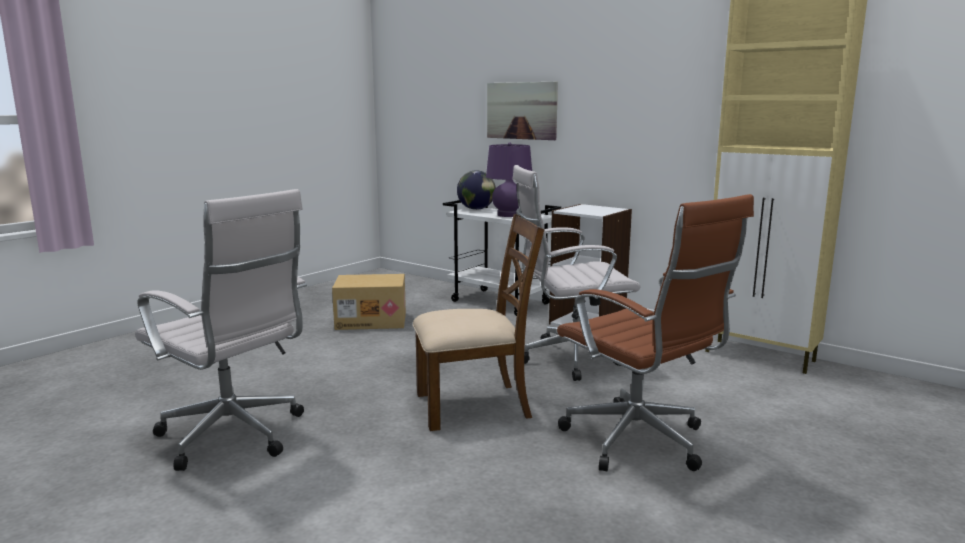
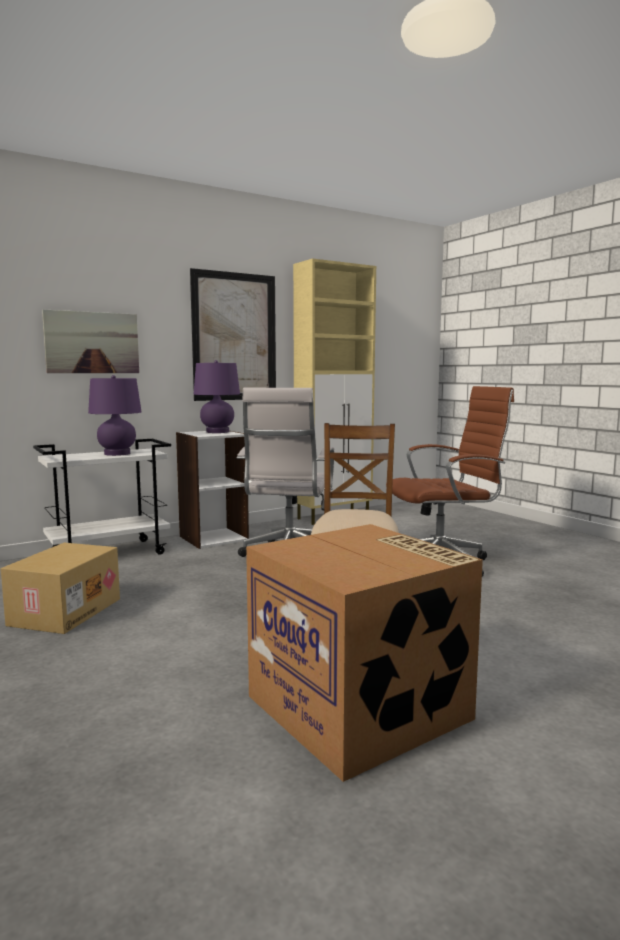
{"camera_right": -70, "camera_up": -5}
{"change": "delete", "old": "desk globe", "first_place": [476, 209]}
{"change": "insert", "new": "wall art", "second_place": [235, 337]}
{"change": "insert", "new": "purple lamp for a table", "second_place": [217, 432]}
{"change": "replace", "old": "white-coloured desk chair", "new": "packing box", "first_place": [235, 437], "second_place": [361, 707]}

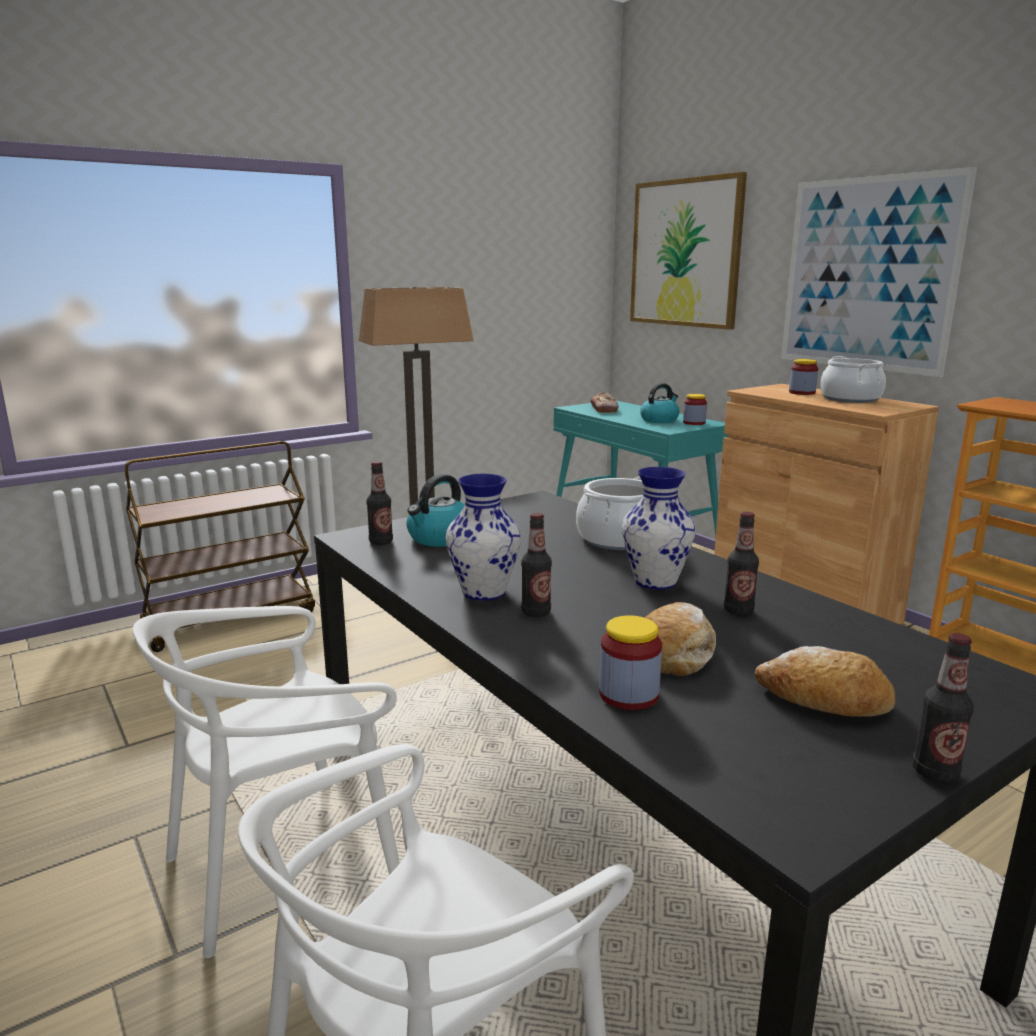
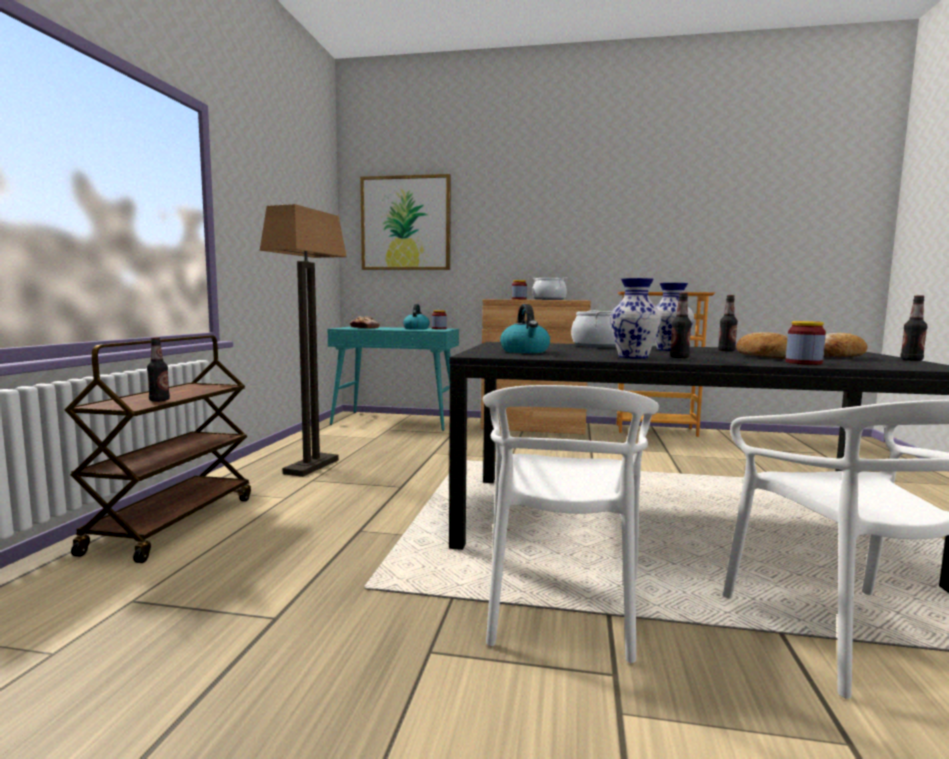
{"camera_right": -45, "camera_up": -10}
{"change": "delete", "old": "wall art", "first_place": [867, 274]}
{"change": "move", "old": "drink bottle", "first_place": [381, 542], "second_place": [159, 400]}

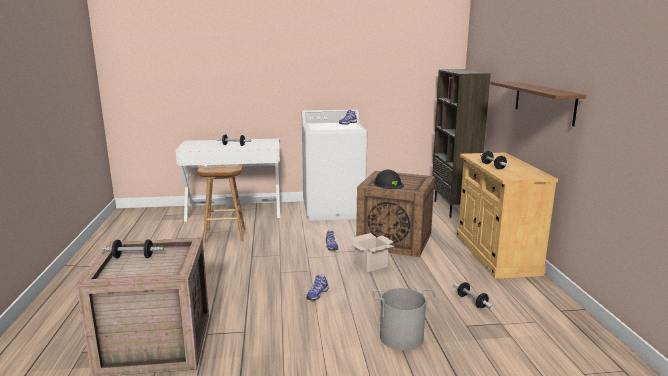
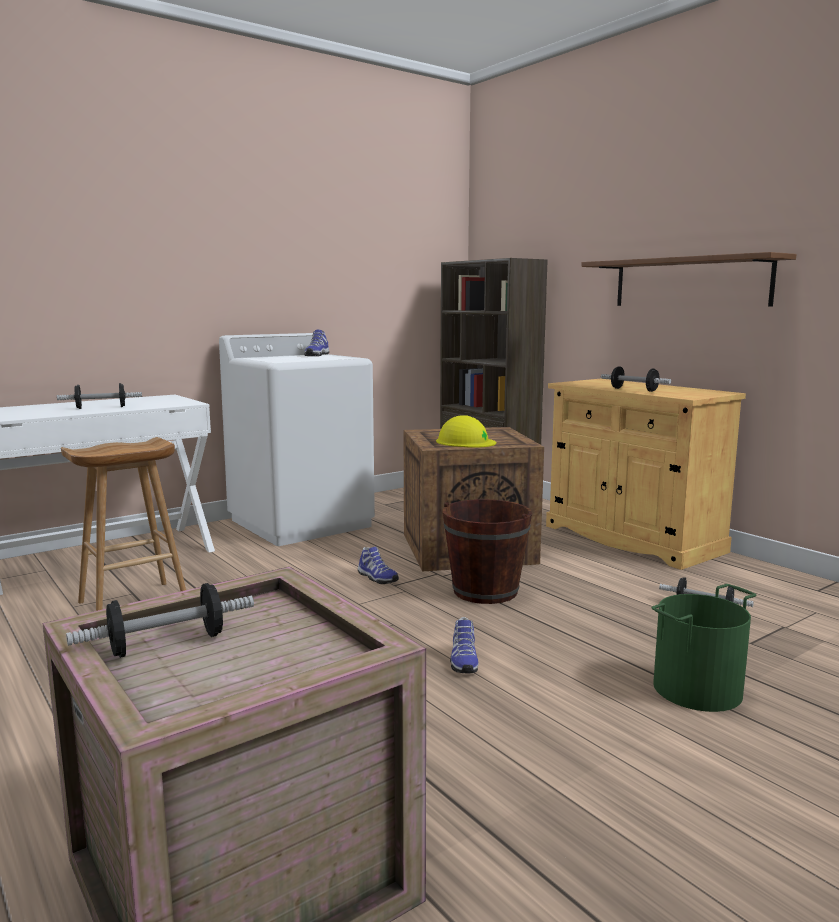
{"camera_right": -30, "camera_up": -5}
{"change": "replace", "old": "packing box", "new": "brown bucket", "first_place": [371, 265], "second_place": [485, 591]}
{"change": "recolor", "old": "gray bucket", "new": "green-coloured bucket", "first_place": [401, 337], "second_place": [698, 689]}
{"change": "recolor", "old": "black-coloured hard hat", "new": "yellow-coloured hard hat", "first_place": [388, 184], "second_place": [465, 442]}

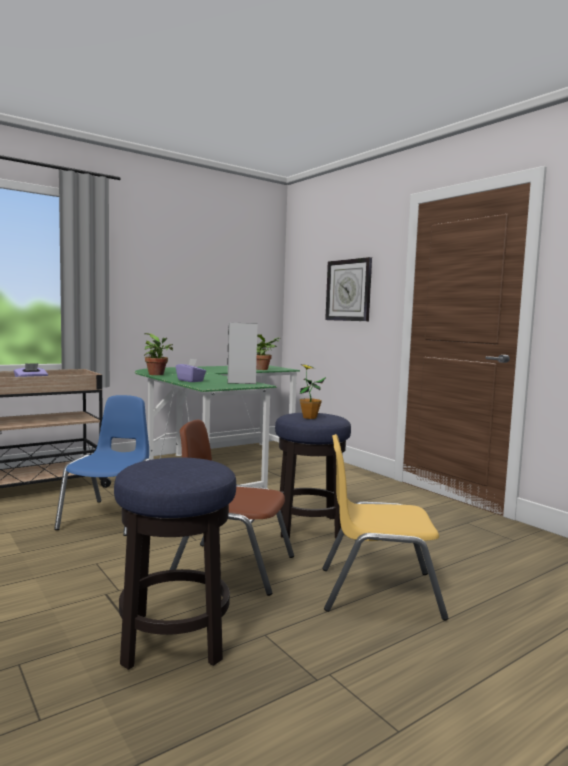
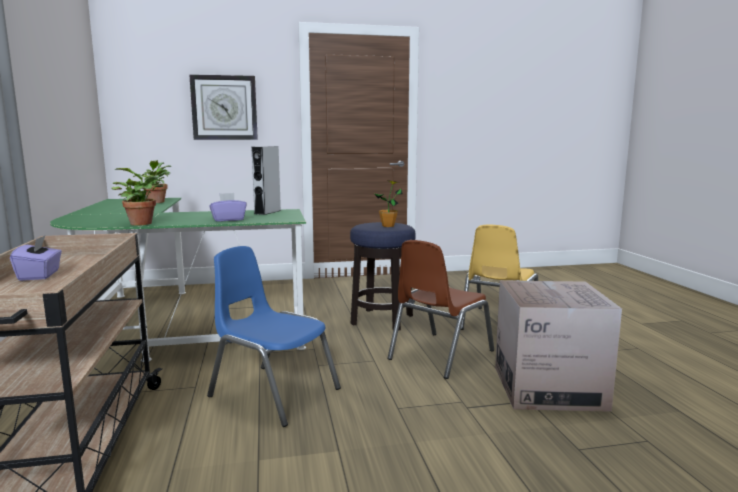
{"camera_right": -65, "camera_up": 5}
{"change": "replace", "old": "stool", "new": "packing box", "first_place": [174, 639], "second_place": [548, 387]}

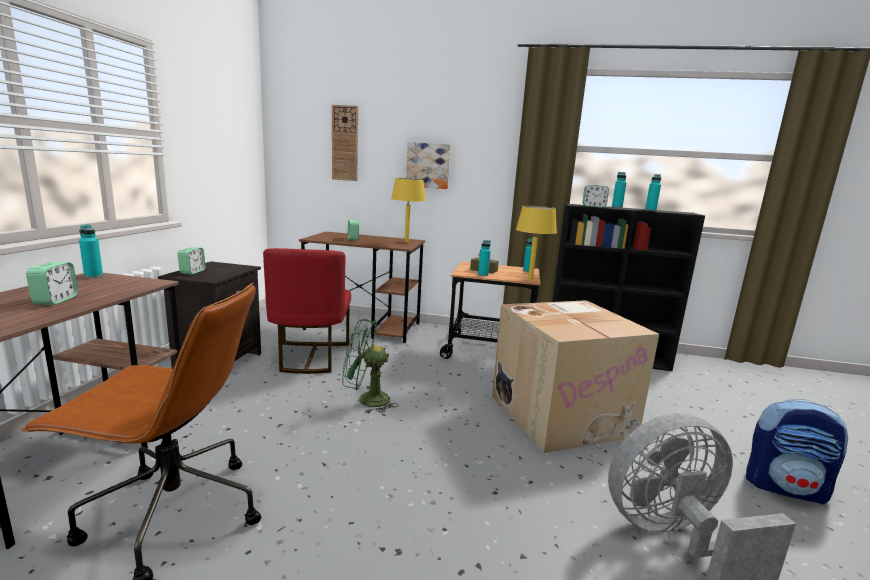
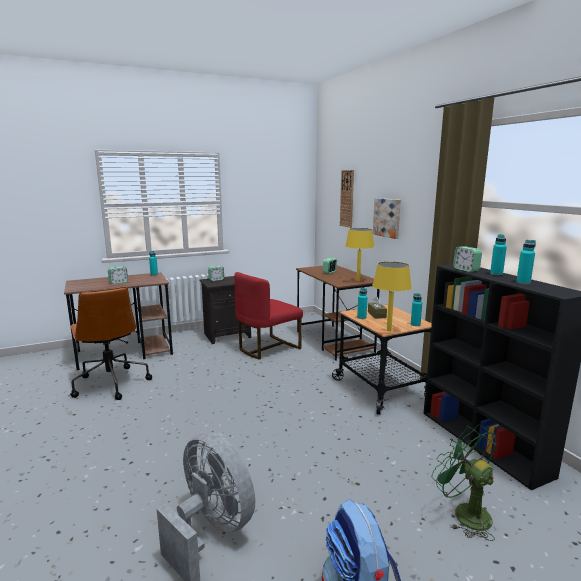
{"camera_right": 55, "camera_up": 0}
{"change": "delete", "old": "packing box", "first_place": [561, 414]}
{"change": "move", "old": "green-coloured cooling fan", "first_place": [366, 400], "second_place": [464, 512]}

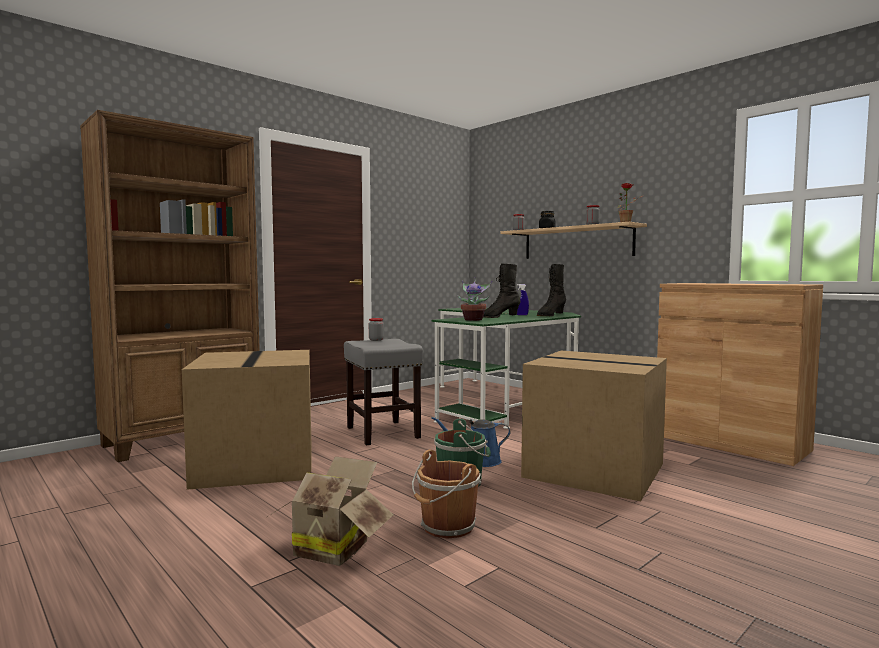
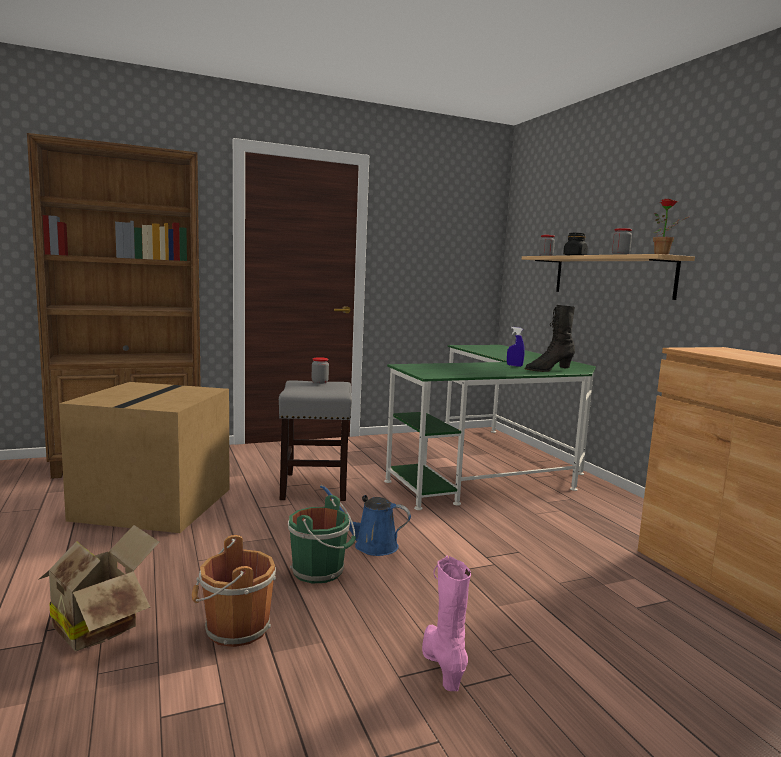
{"camera_right": 20, "camera_up": 5}
{"change": "delete", "old": "plant in a pot", "first_place": [474, 320]}
{"change": "delete", "old": "black-coloured high-top boot", "first_place": [498, 317]}
{"change": "delete", "old": "packing box", "first_place": [596, 470]}
{"change": "insert", "new": "pink high-top boot", "second_place": [442, 665]}

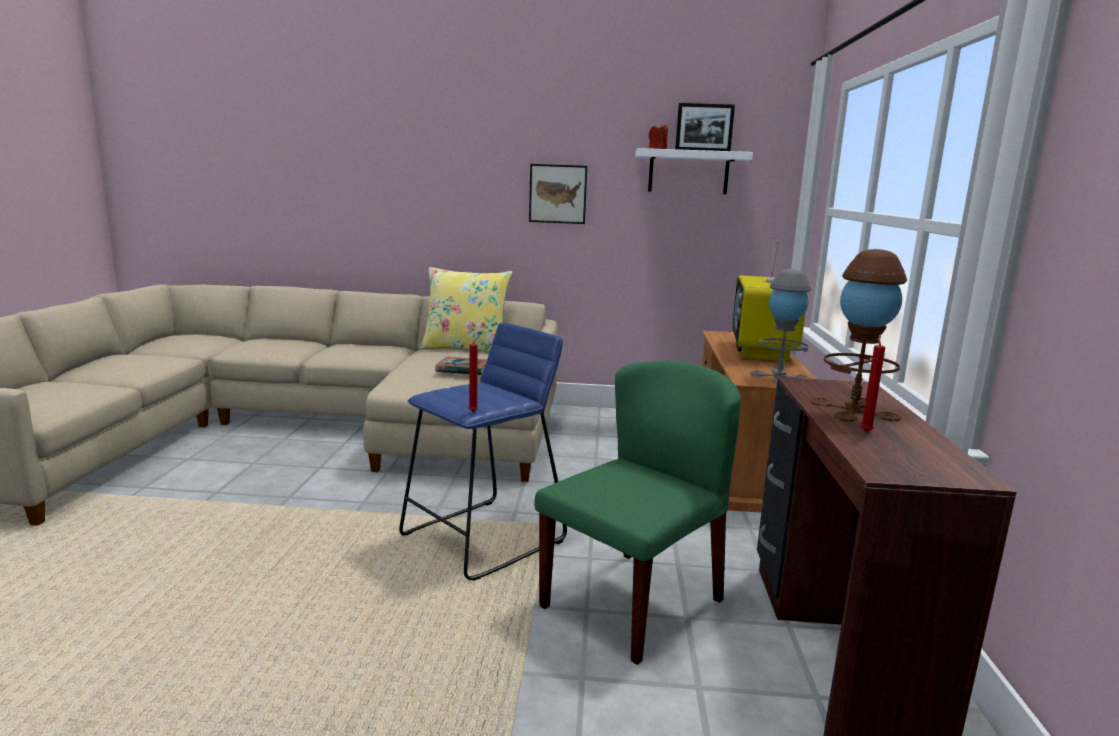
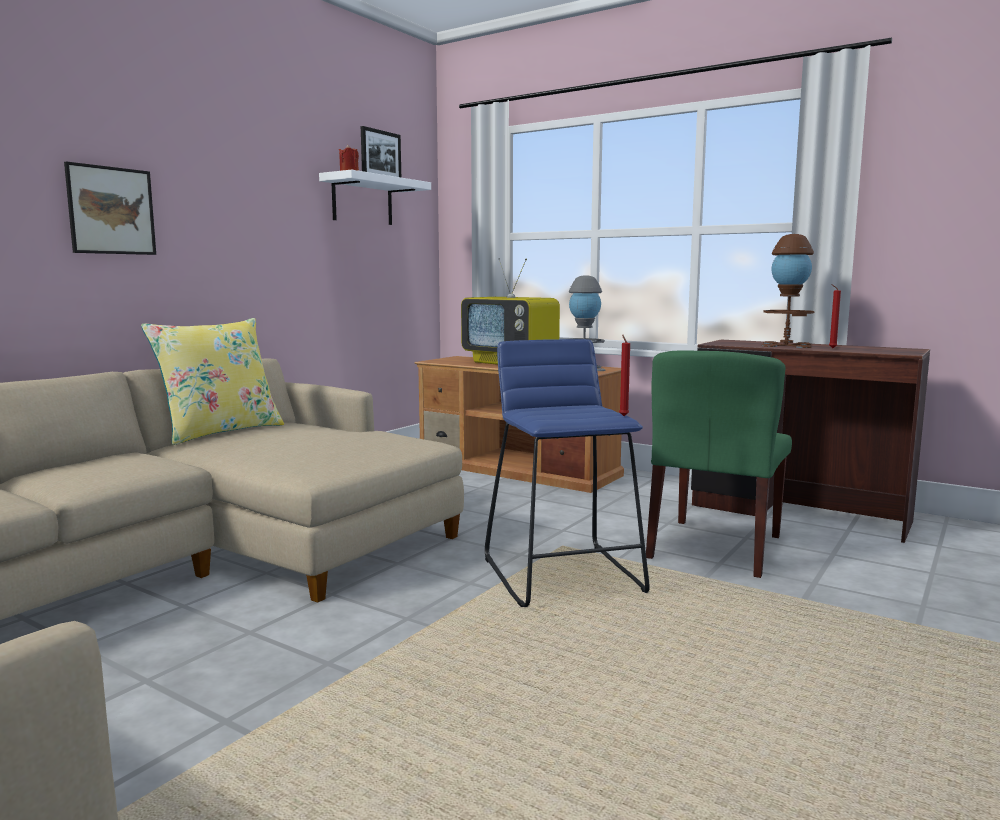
{"camera_right": -60, "camera_up": -5}
{"change": "delete", "old": "book", "first_place": [463, 370]}
{"change": "move", "old": "wall art", "first_place": [557, 194], "second_place": [111, 210]}
{"change": "rotate", "old": "green-coloured plain chair", "first_place": [632, 601], "second_place": [716, 547], "degrees": -135}

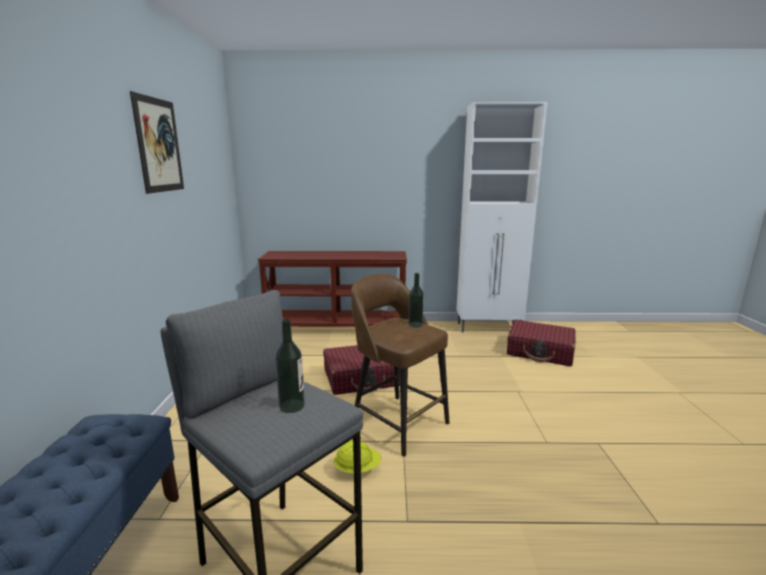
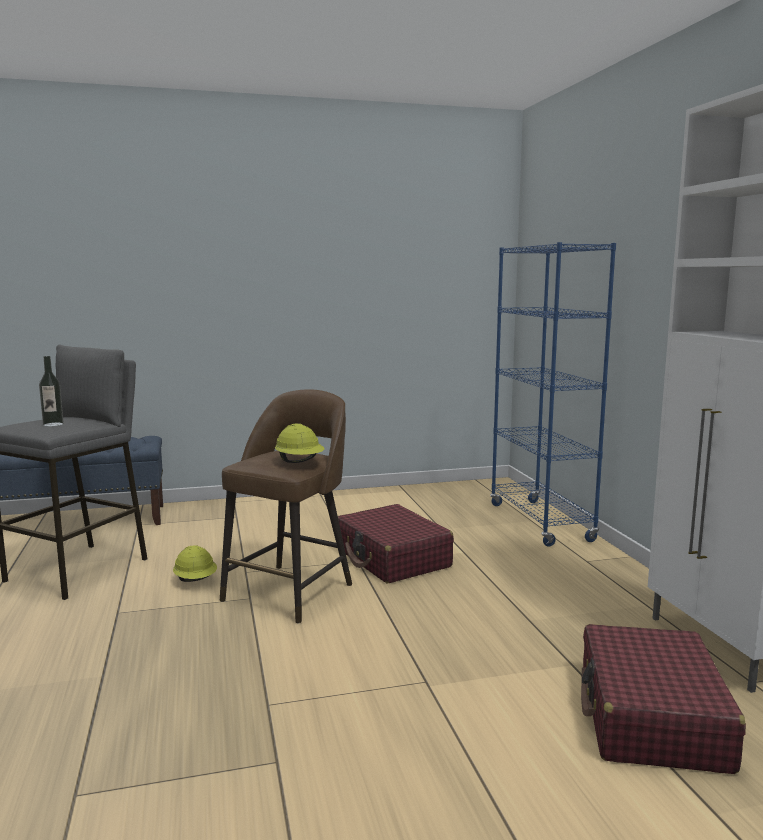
{"camera_right": 75, "camera_up": -5}
{"change": "delete", "old": "wall art", "first_place": [159, 145]}
{"change": "replace", "old": "brown console table", "new": "bluish bookcase", "first_place": [337, 328], "second_place": [540, 522]}
{"change": "replace", "old": "drink bottle", "new": "yellow-coloured hard hat", "first_place": [415, 324], "second_place": [300, 462]}

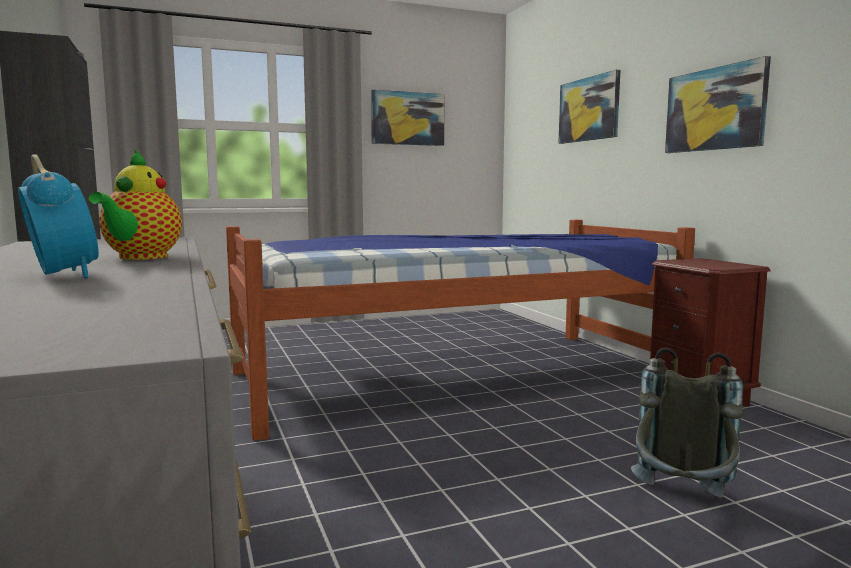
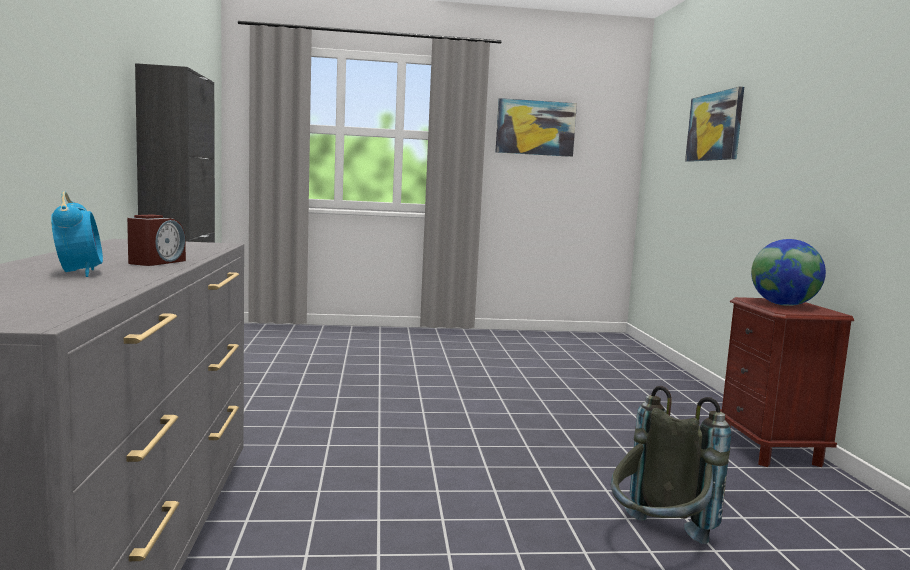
{"camera_right": 15, "camera_up": 0}
{"change": "delete", "old": "sleeping bed", "first_place": [453, 375]}
{"change": "delete", "old": "wall art", "first_place": [715, 109]}
{"change": "insert", "new": "desk globe", "second_place": [783, 305]}
{"change": "replace", "old": "teapot", "new": "table clock", "first_place": [140, 258], "second_place": [156, 262]}

